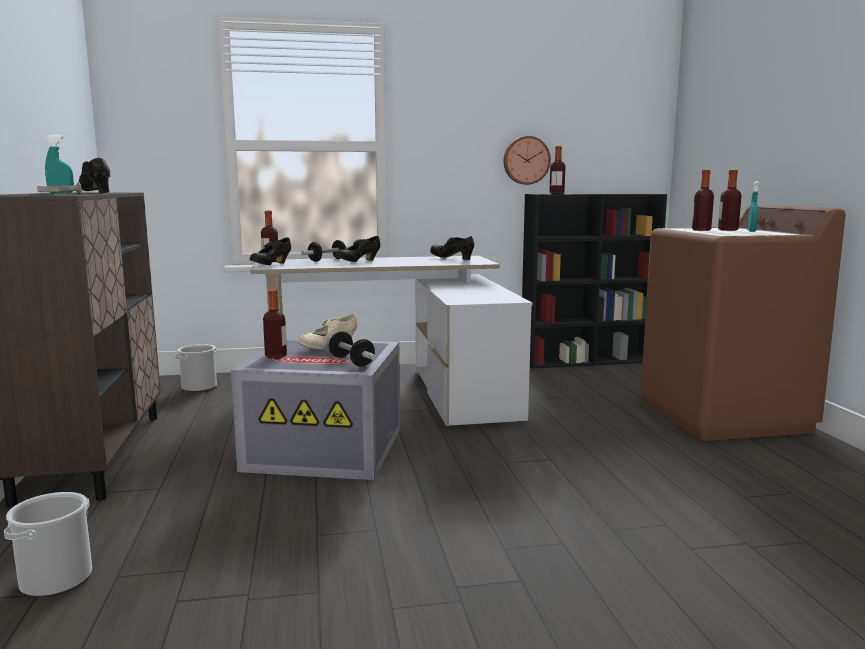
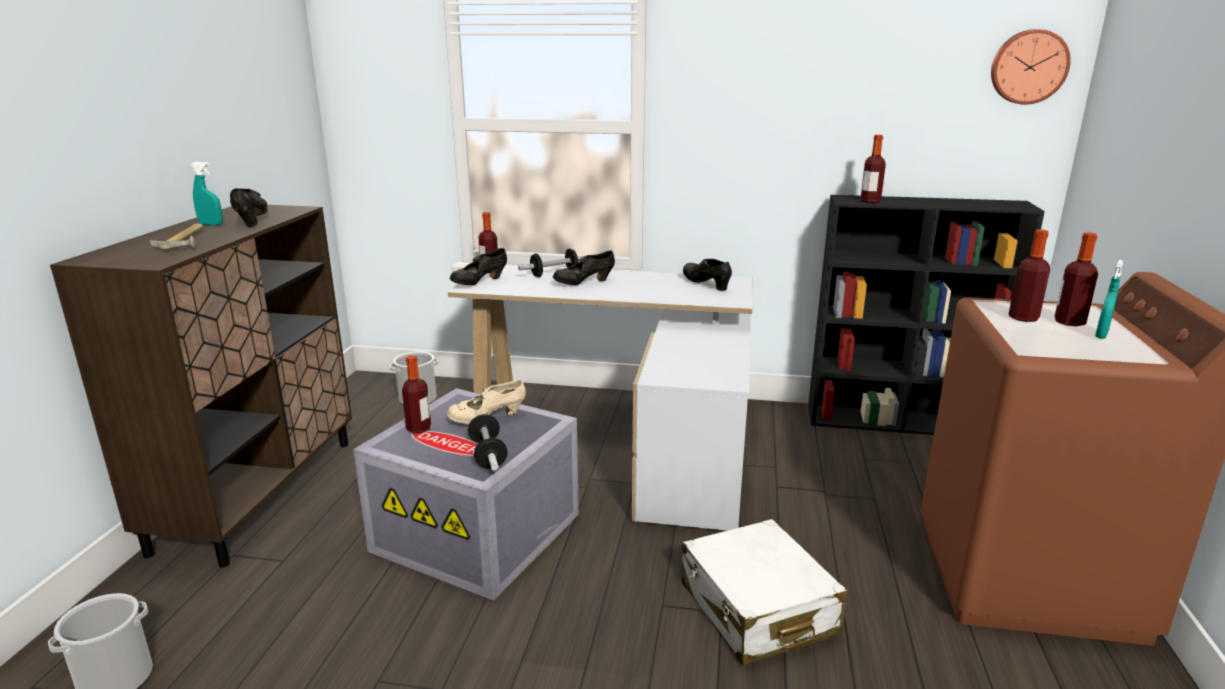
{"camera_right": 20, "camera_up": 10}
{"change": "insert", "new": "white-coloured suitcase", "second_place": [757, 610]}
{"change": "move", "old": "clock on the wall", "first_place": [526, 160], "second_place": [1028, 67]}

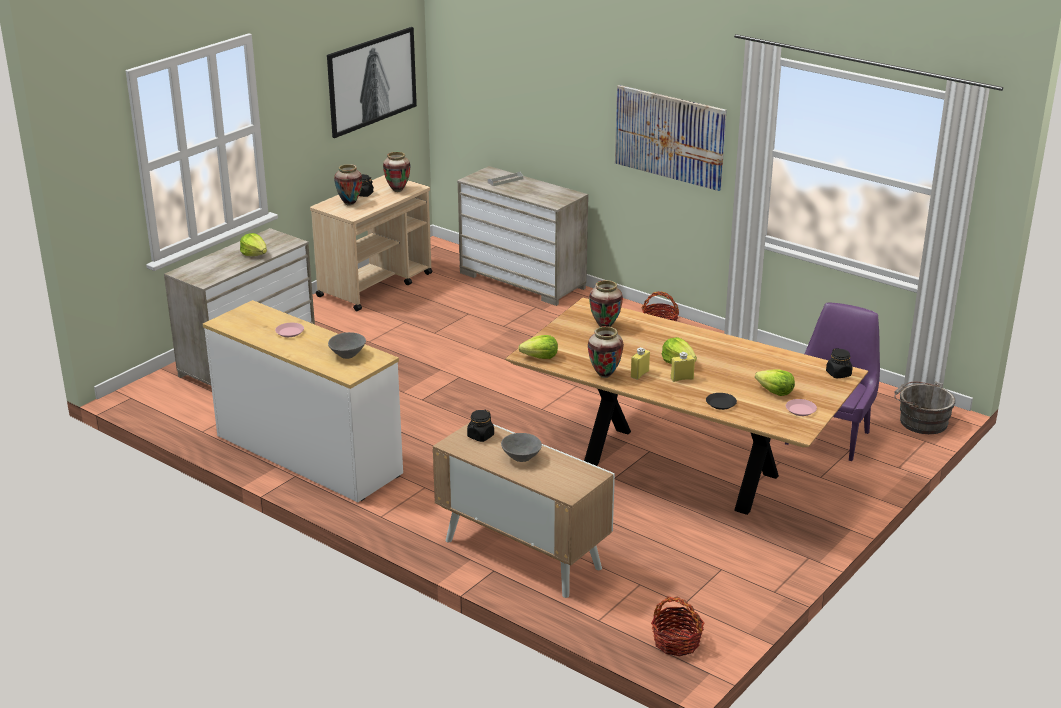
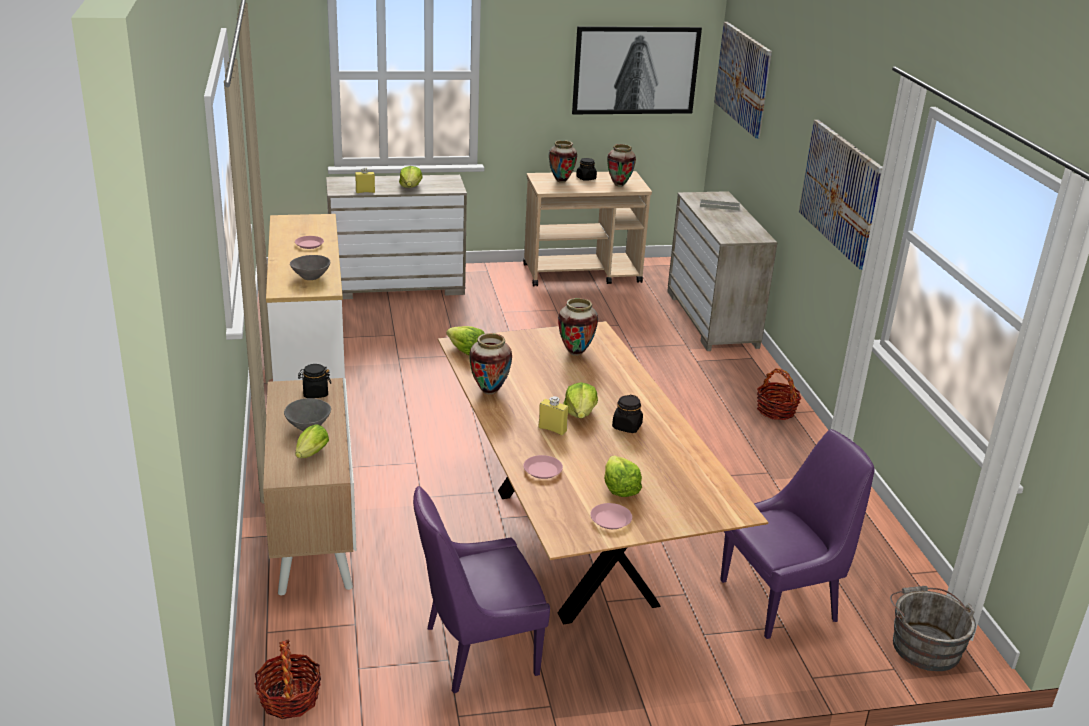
{"camera_right": 40, "camera_up": 0}
{"change": "insert", "new": "lettuce", "second_place": [310, 455]}
{"change": "insert", "new": "purple plain chair", "second_place": [476, 651]}
{"change": "insert", "new": "wall art", "second_place": [743, 78]}
{"change": "move", "old": "yellow-coloured drink bottle", "first_place": [639, 374], "second_place": [365, 192]}
{"change": "move", "old": "black-coloured jar", "first_place": [838, 374], "second_place": [627, 427]}
{"change": "recolor", "old": "black-coloured flat dish", "new": "pink flat dish", "first_place": [721, 403], "second_place": [542, 470]}

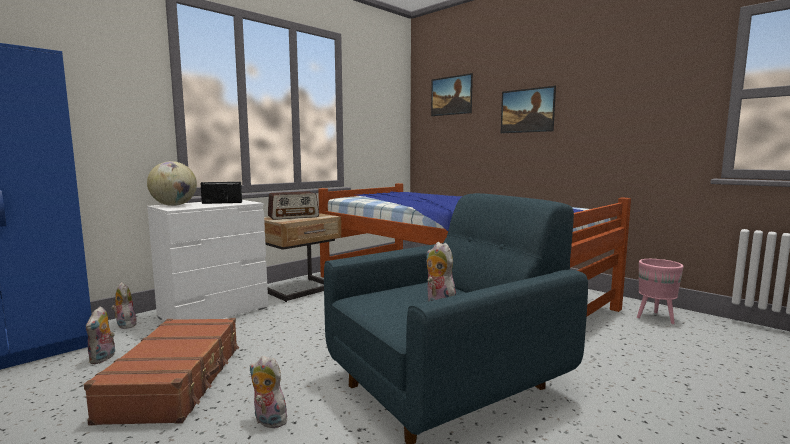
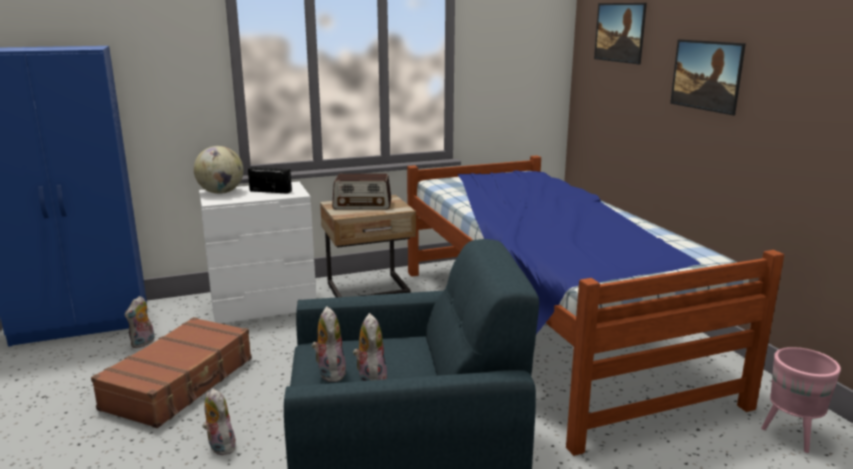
{"camera_right": 25, "camera_up": 10}
{"change": "move", "old": "cuddly toy", "first_place": [125, 325], "second_place": [329, 372]}

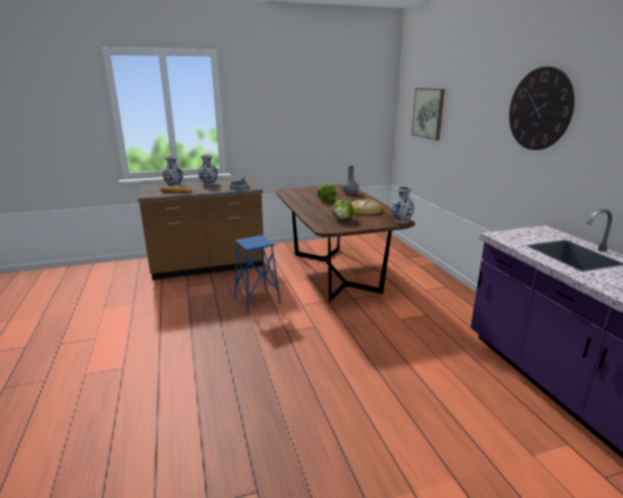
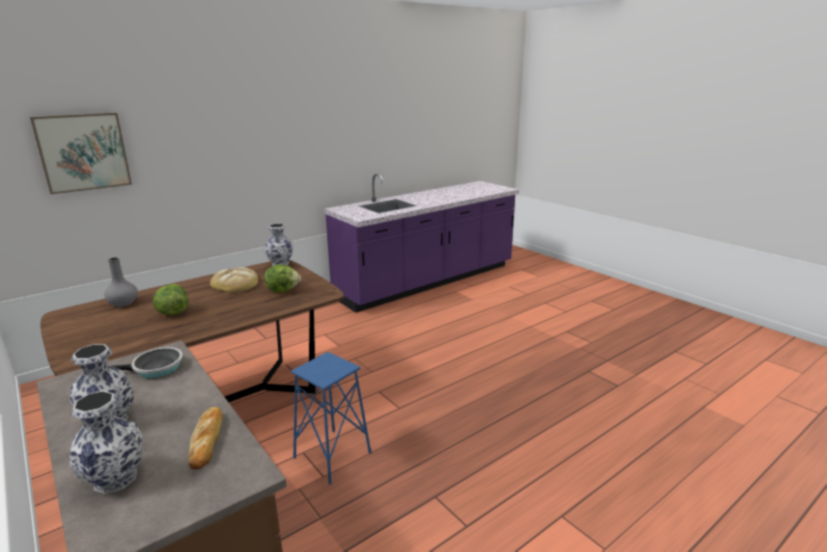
{"camera_right": -110, "camera_up": 0}
{"change": "delete", "old": "clock on the wall", "first_place": [540, 109]}

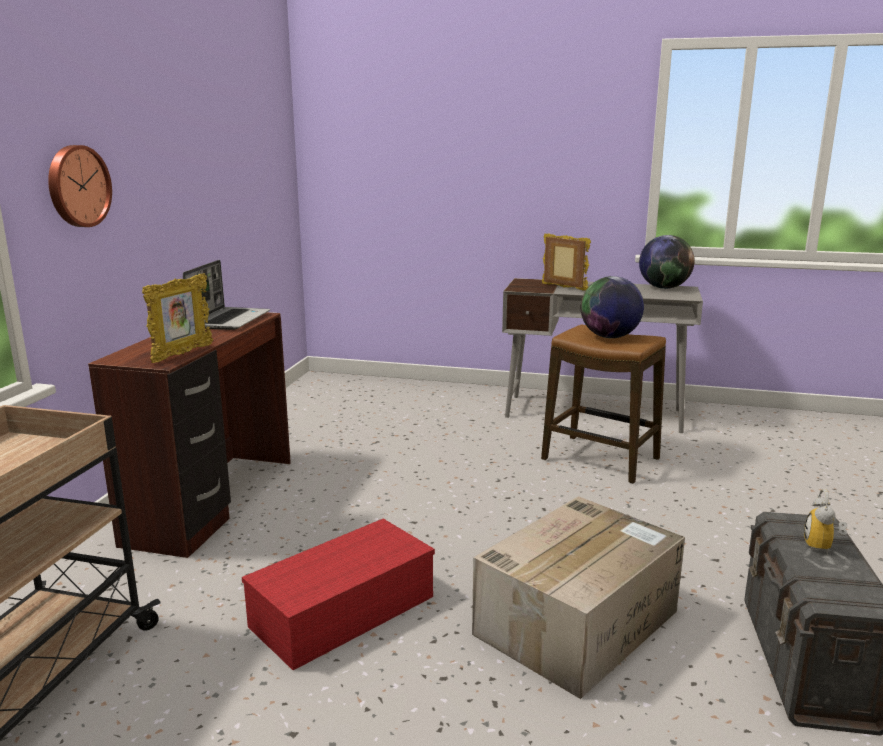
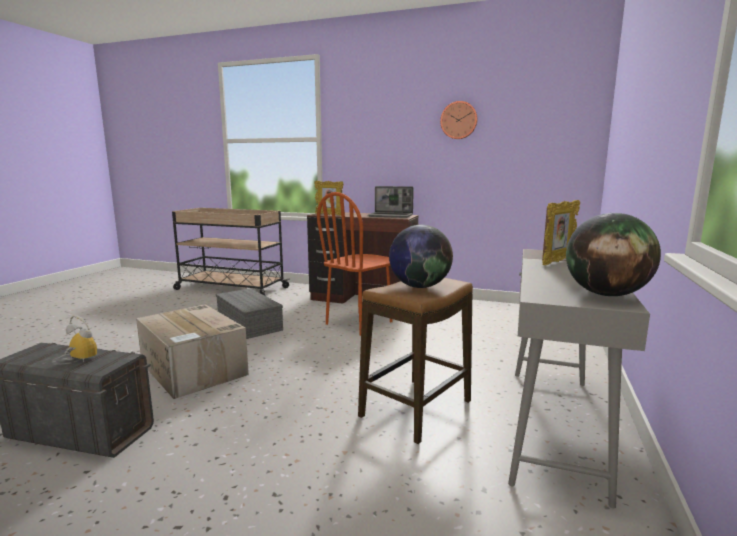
{"camera_right": 95, "camera_up": -5}
{"change": "insert", "new": "brown plain chair", "second_place": [359, 323]}
{"change": "move", "old": "clock on the wall", "first_place": [77, 186], "second_place": [459, 120]}
{"change": "recolor", "old": "red-coloured storage box", "new": "gray storage box", "first_place": [344, 609], "second_place": [250, 323]}

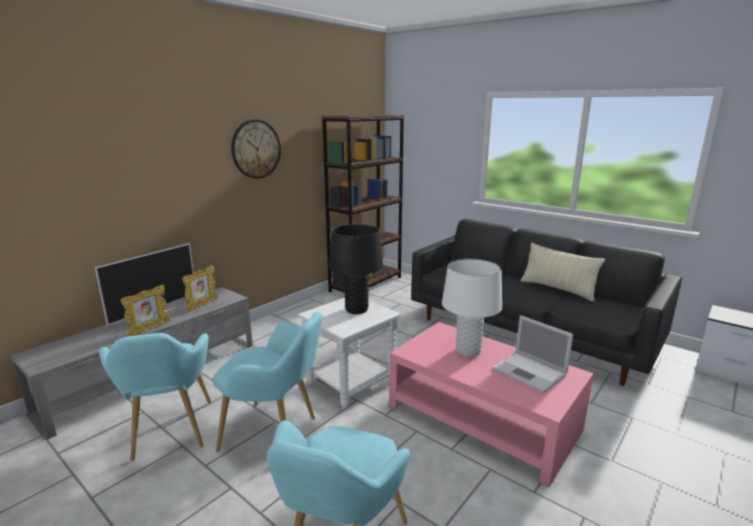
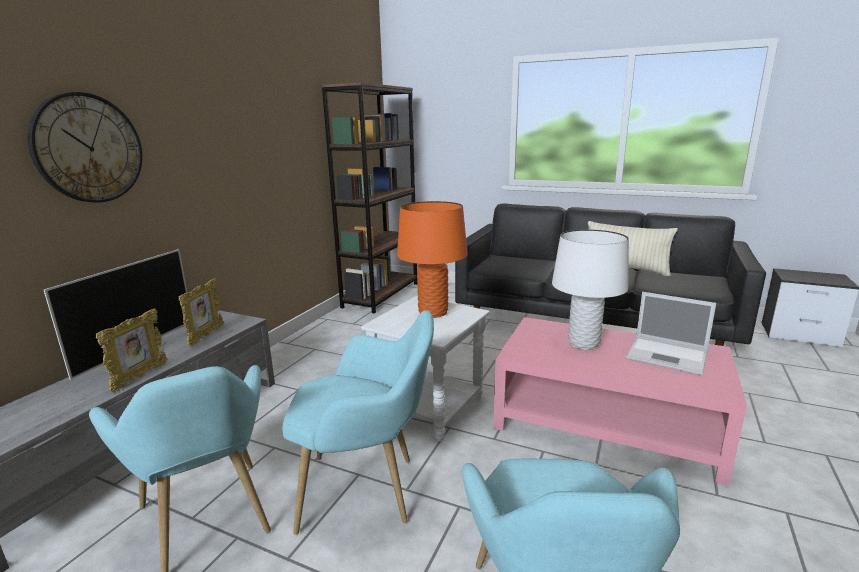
{"camera_right": -15, "camera_up": 0}
{"change": "move", "old": "clock on the wall", "first_place": [256, 149], "second_place": [88, 148]}
{"change": "recolor", "old": "black-coloured lamp for a table", "new": "orangey lamp for a table", "first_place": [356, 310], "second_place": [433, 312]}

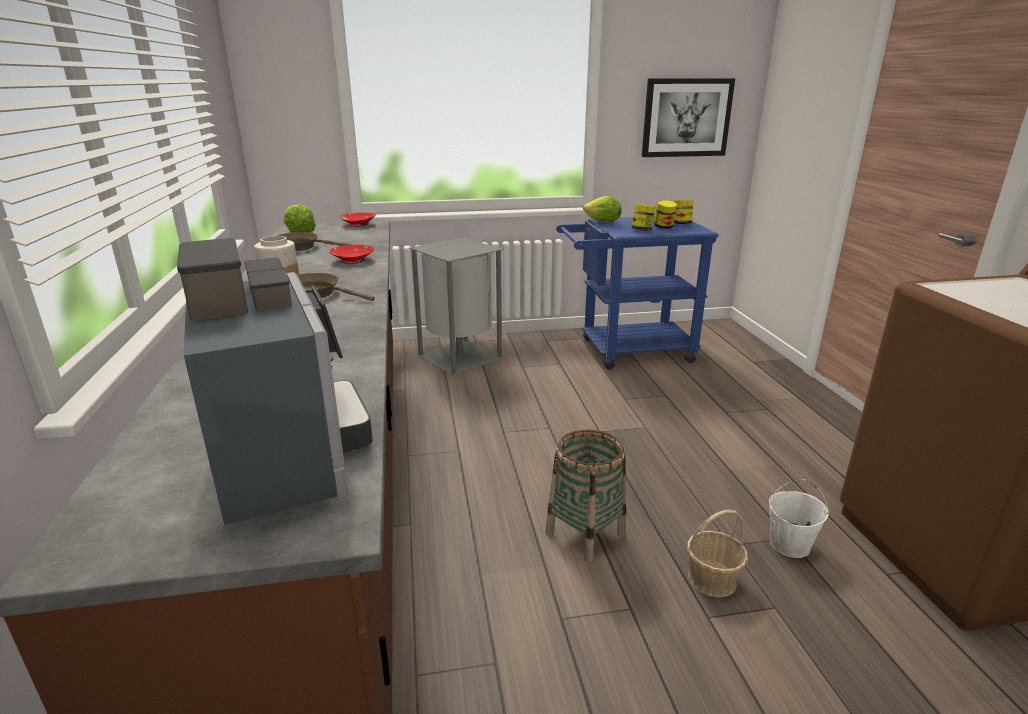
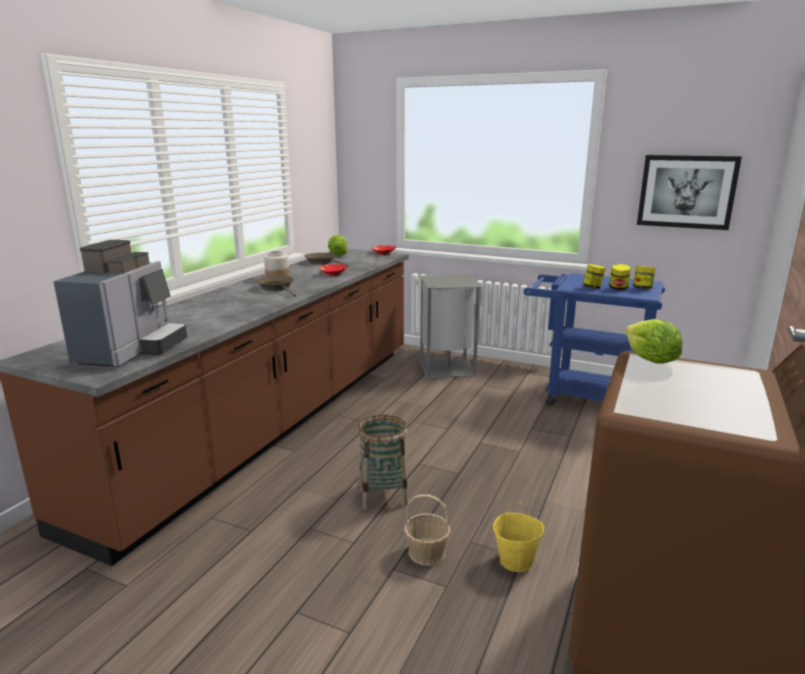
{"camera_right": 35, "camera_up": -5}
{"change": "move", "old": "lettuce", "first_place": [602, 222], "second_place": [650, 360]}
{"change": "recolor", "old": "white-coloured bucket", "new": "yellow-coloured bucket", "first_place": [789, 544], "second_place": [516, 561]}

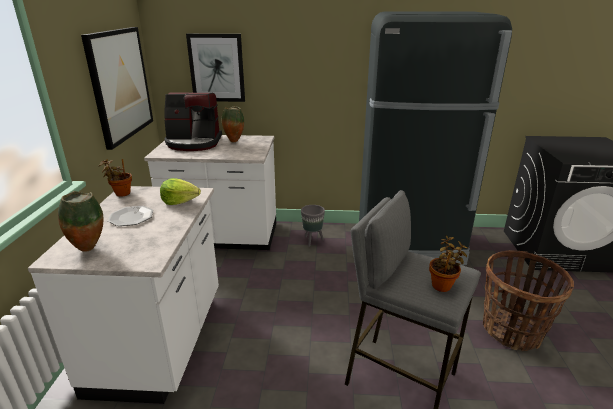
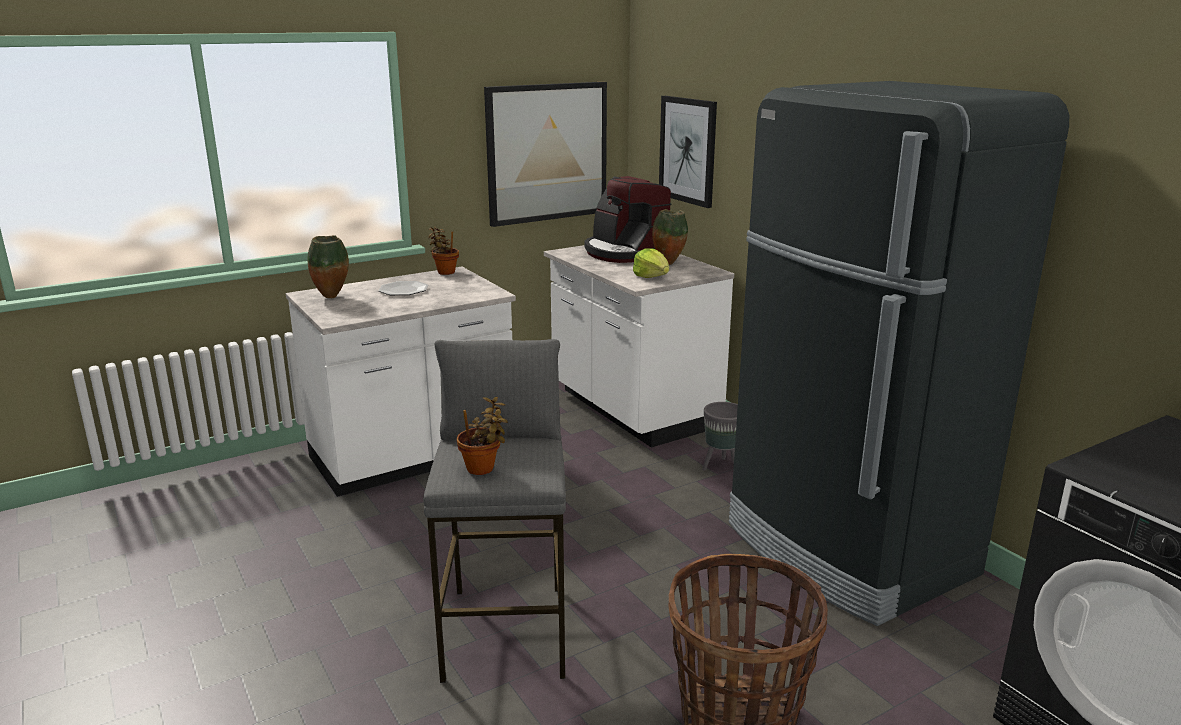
{"camera_right": 55, "camera_up": -5}
{"change": "move", "old": "lettuce", "first_place": [180, 201], "second_place": [651, 277]}

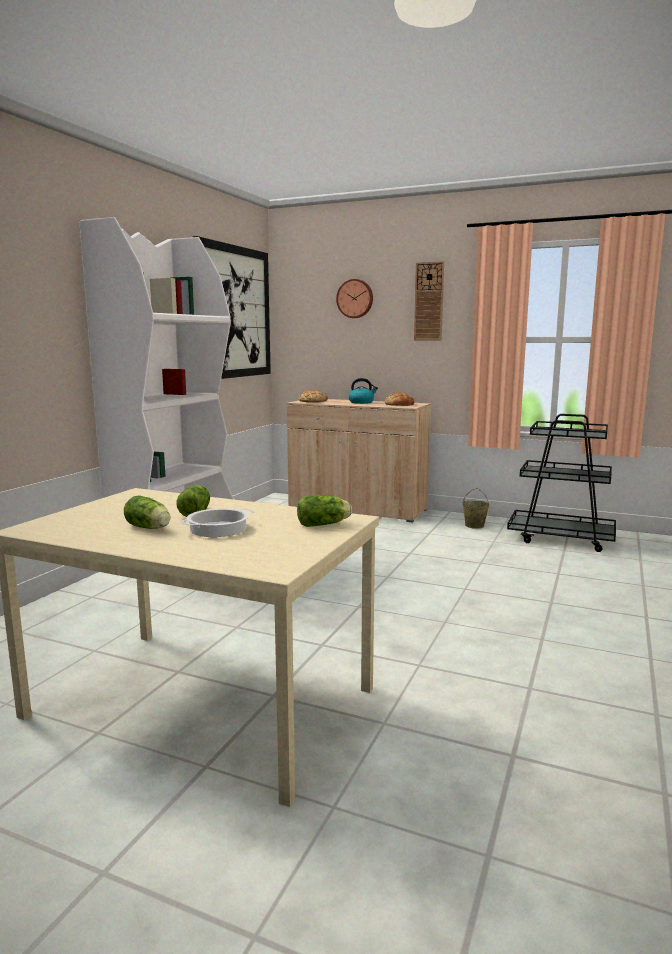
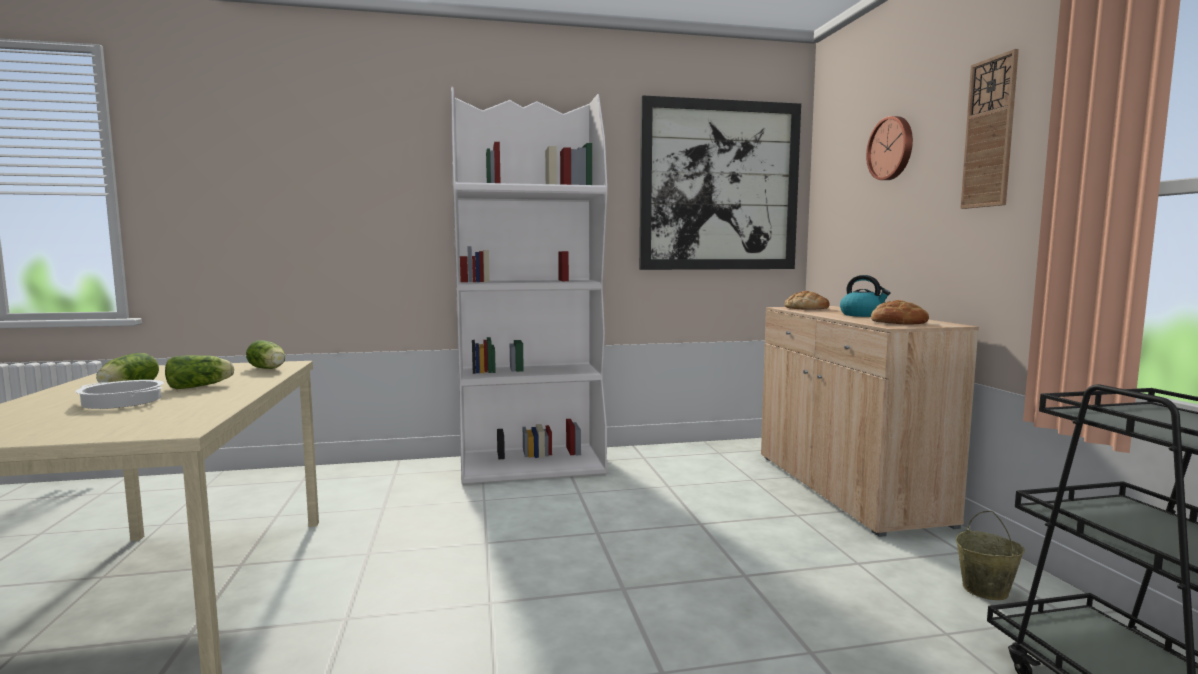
{"camera_right": 55, "camera_up": -5}
{"change": "move", "old": "lettuce", "first_place": [325, 524], "second_place": [268, 369]}

